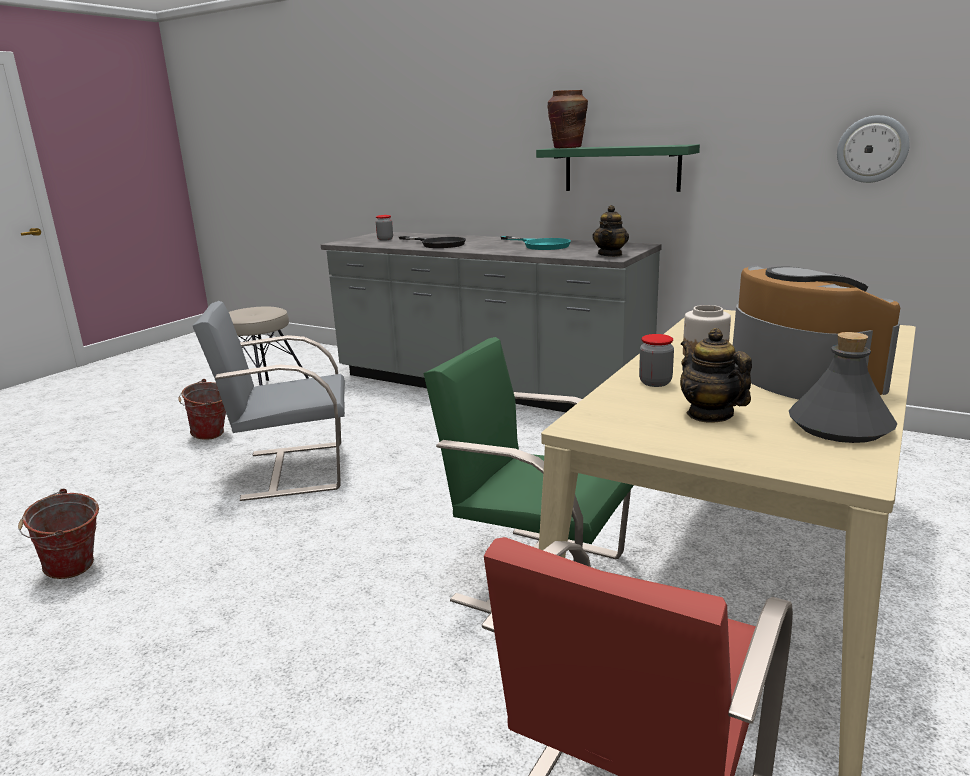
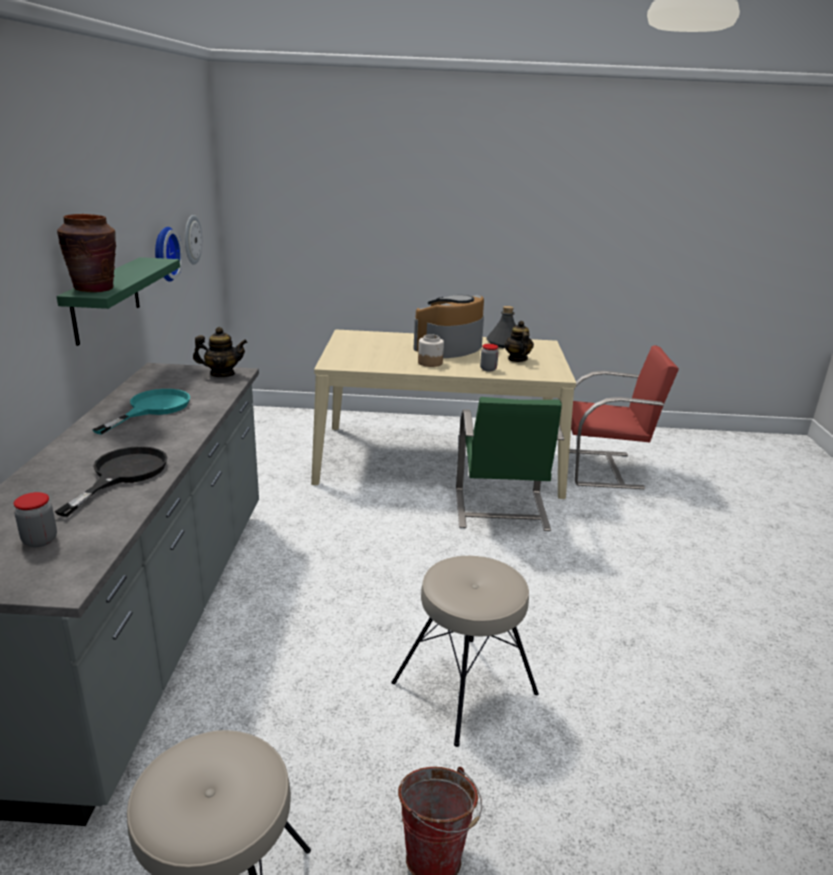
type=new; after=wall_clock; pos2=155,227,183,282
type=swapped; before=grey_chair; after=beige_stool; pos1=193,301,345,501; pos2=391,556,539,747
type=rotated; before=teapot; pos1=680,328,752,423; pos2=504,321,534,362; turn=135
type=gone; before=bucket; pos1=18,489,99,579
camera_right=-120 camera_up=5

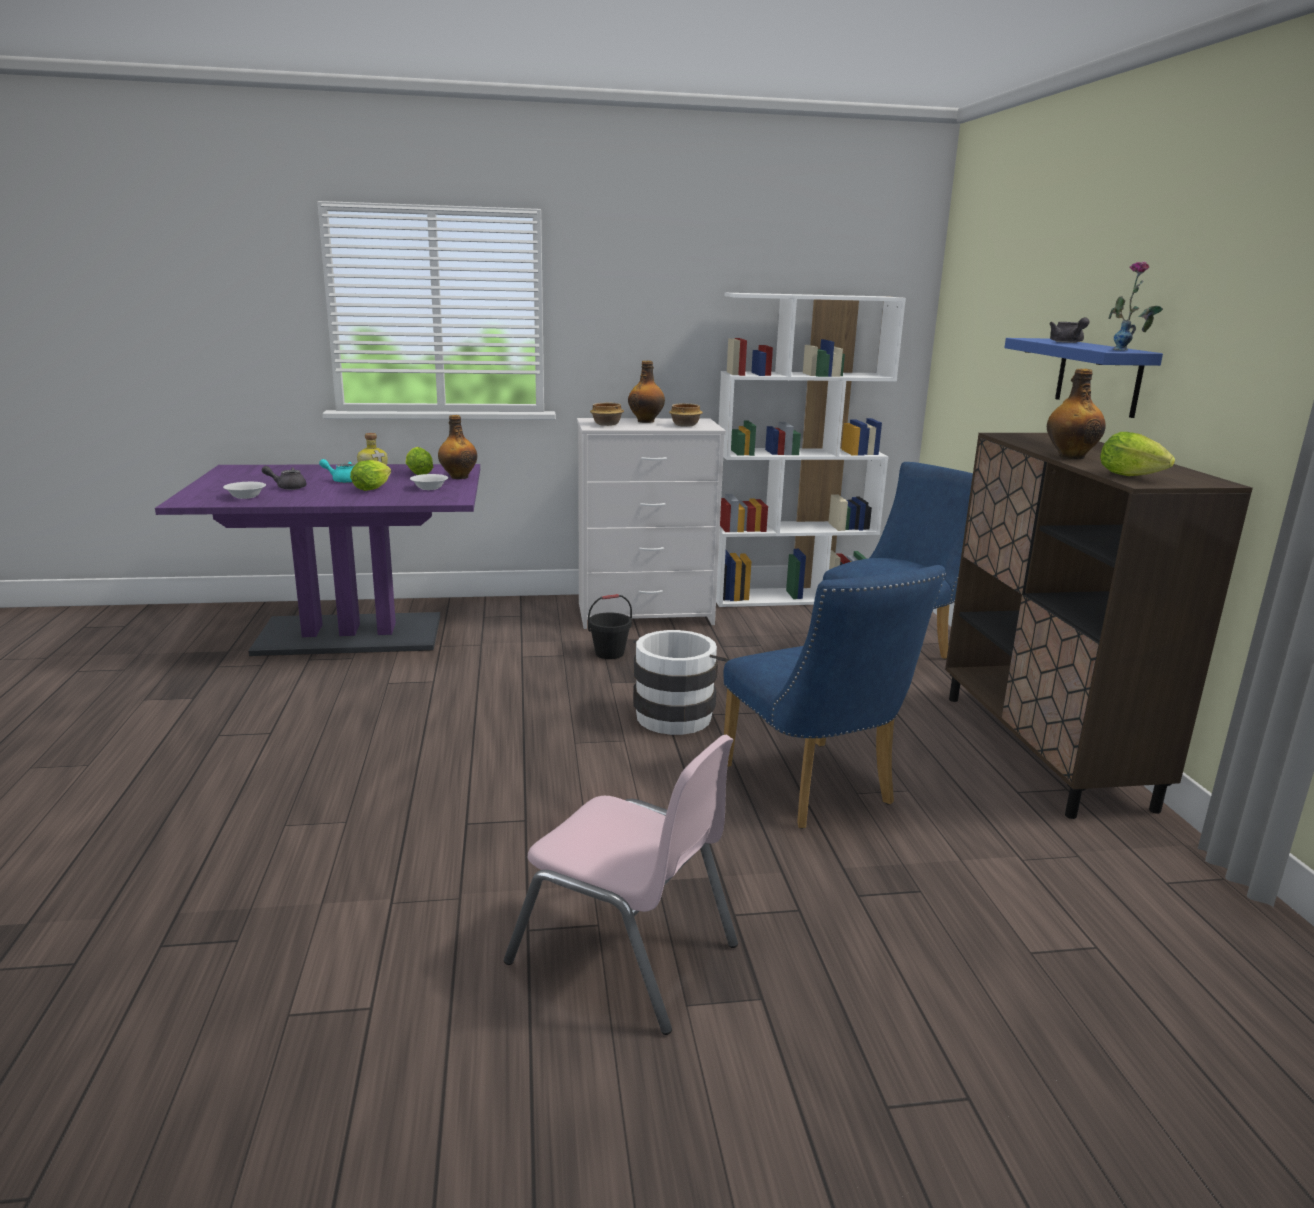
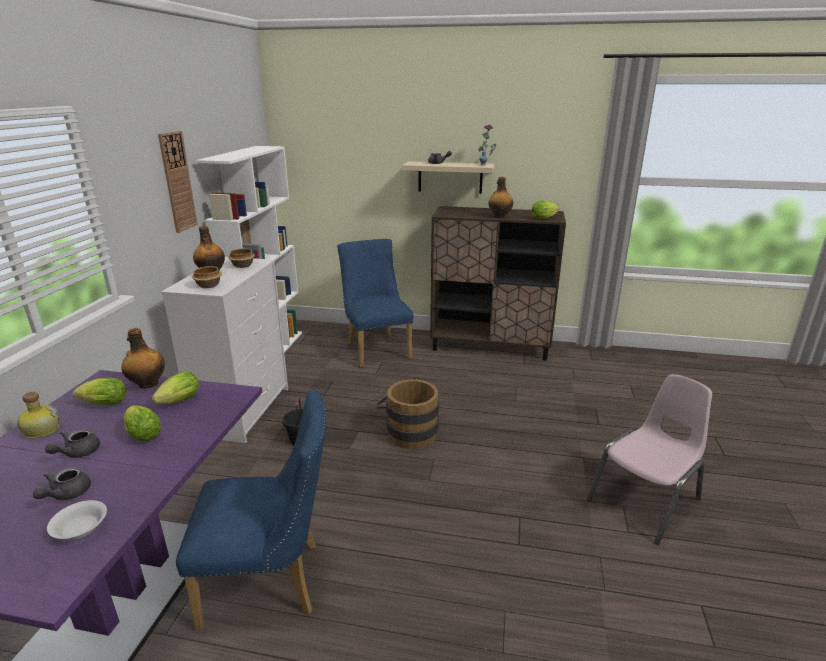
type=repainted; before=turquoise_teapot; after=grey_teapot; pos1=319,459,355,483; pos2=45,429,100,458
type=swapped; before=white_bowl; after=lettuce; pos1=410,474,448,490; pos2=151,371,199,404
type=new; after=wall_clock; pos2=158,131,198,233
type=shifted; before=blue_chair; pos1=723,565,946,829; pos2=176,389,326,631
type=repainted; before=white_bucket; after=brown_bucket; pos1=633,630,729,735; pos2=377,379,439,449
type=repainted; before=blue_shelf; after=beige_shelf; pos1=1004,338,1163,418; pos2=402,161,494,194
camera_right=-70 camera_up=5

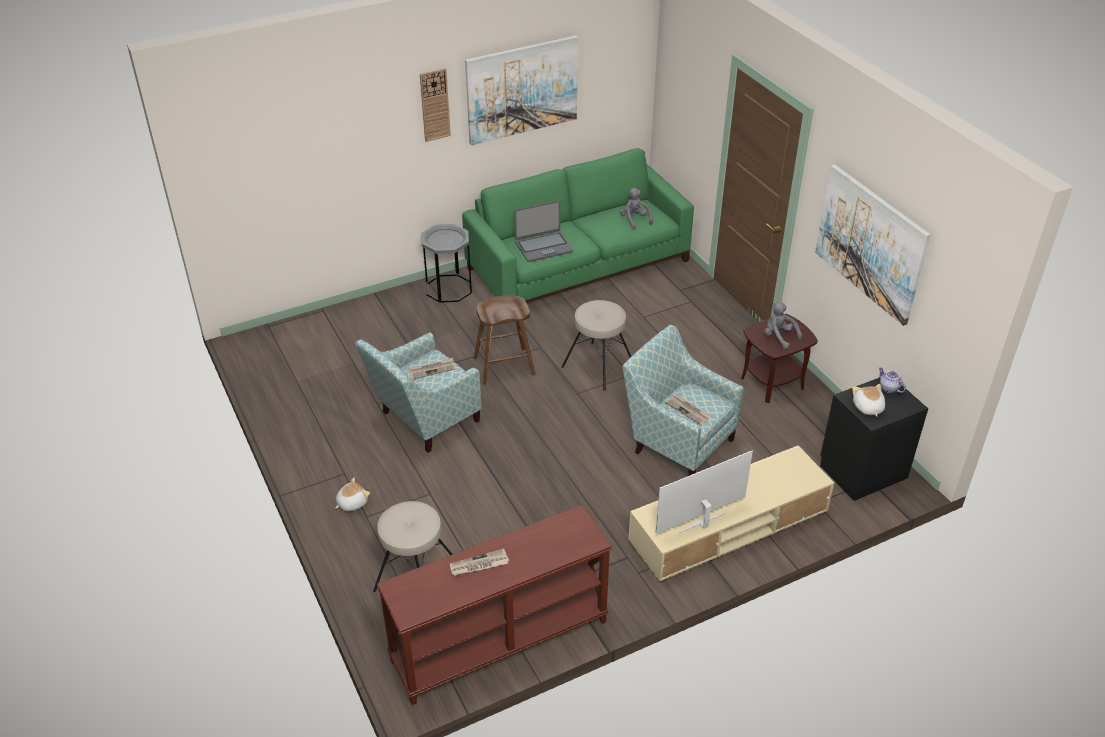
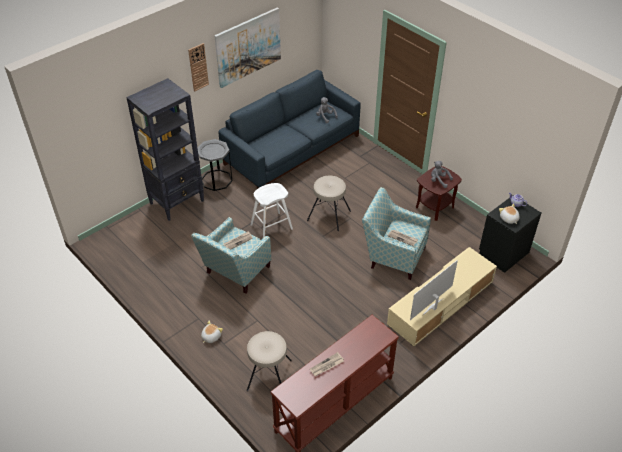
type=new; after=black_bookcase; pos2=126,78,204,221
type=repainted; before=green_sofa; after=blue_sofa; pos1=462,148,694,303; pos2=218,70,361,189
type=repainted; before=brown_stool; after=white_stool; pos1=474,295,536,385; pos2=251,183,293,238
type=gone; before=laptop; pos1=514,200,573,262
type=gone; before=picture; pos1=815,165,930,326
camera_right=-15 camera_up=5

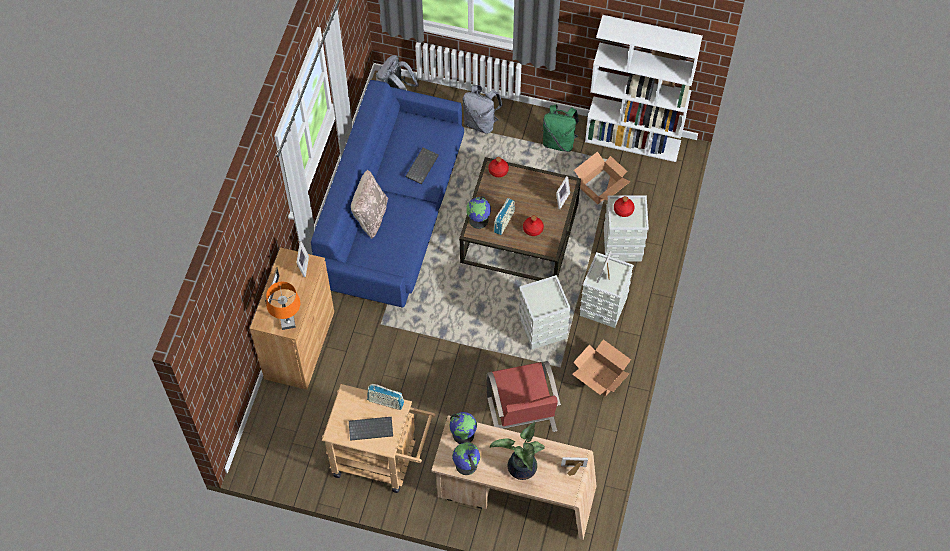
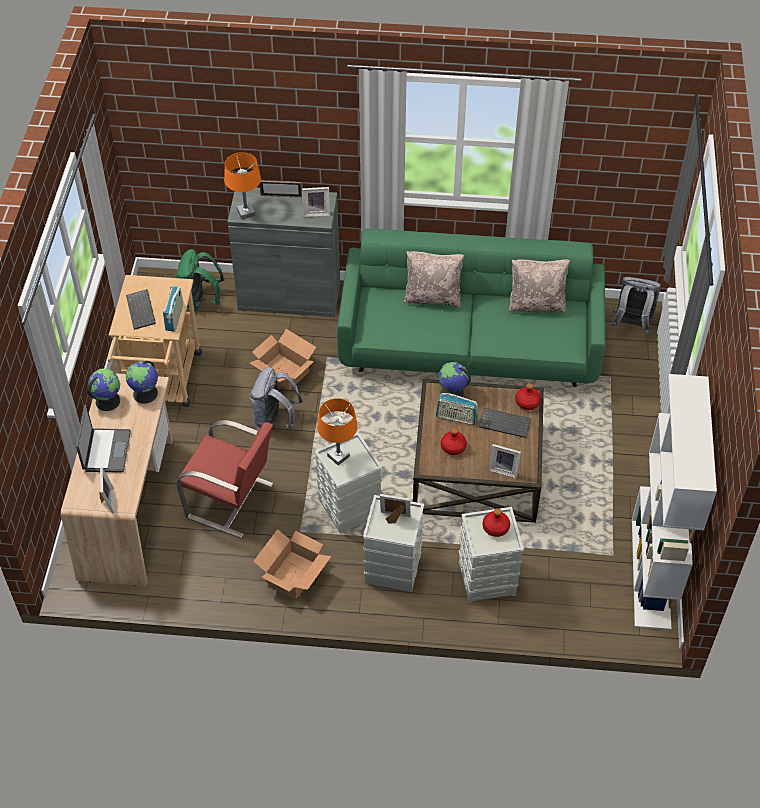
type=swapped; before=potted_plant; after=laptop; pos1=490,422,545,480; pos2=76,405,131,473
type=shifted; before=green_backpack; pos1=542,105,579,152; pos2=175,249,224,312
type=rotated; before=red_chair; pos1=487,361,561,432; pos2=176,420,273,538; turn=-135
type=repainted; before=brown_cabinet; after=grey_cabinet; pos1=250,247,334,390; pos2=228,188,340,317
type=shifted; before=grey_backpack; pos1=463,85,503,134; pos2=249,367,303,430
type=shifted; before=cardboard_box; pos1=574,152,631,204; pos2=250,329,316,390
type=new; after=orange_table_lamp; pos2=317,398,358,465
type=repainted; before=blue_sofa; after=green_sofa; pos1=311,80,464,308; pos2=337,229,606,387
type=shifted; before=keyboard; pos1=406,148,439,184; pos2=479,408,531,438
type=new; after=beige_pillow; pos2=508,259,570,313
camera_right=80 camera_up=-10

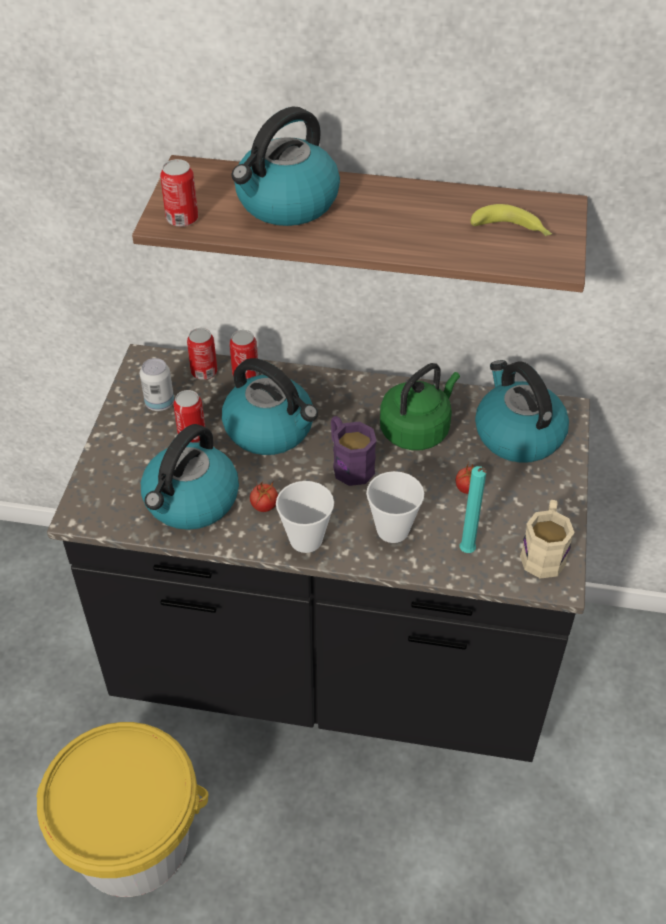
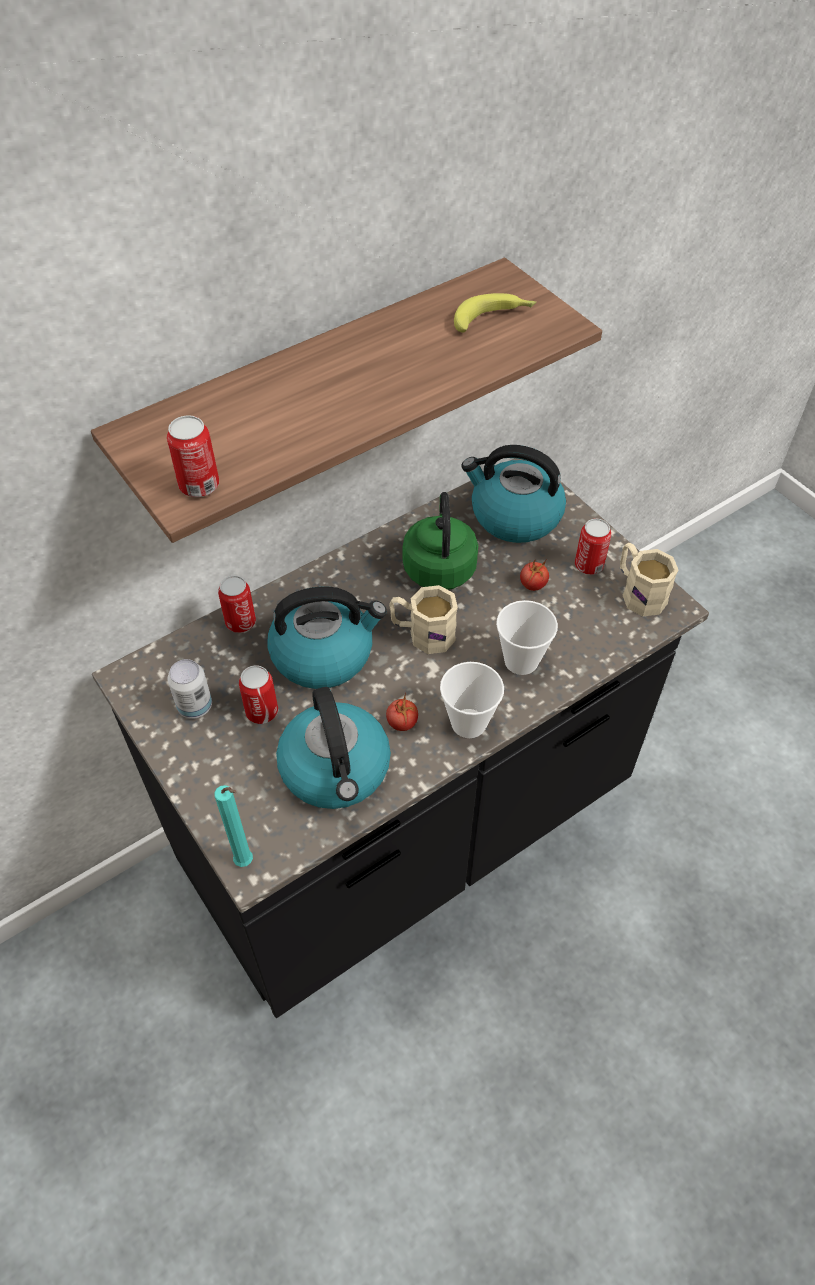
type=shifted; before=turquoise_candle; pos1=460,466,487,553; pos2=214,785,253,867
type=repainted; before=purple_mug; after=beige_mug; pos1=331,416,376,486; pos2=389,585,458,654
type=shifted; before=can; pos1=187,328,217,380; pos2=575,519,611,575
type=gone; before=yellow_bucket; pos1=36,722,208,897
type=gone; before=kettle; pos1=232,107,340,226
camera_right=-45 camera_up=5

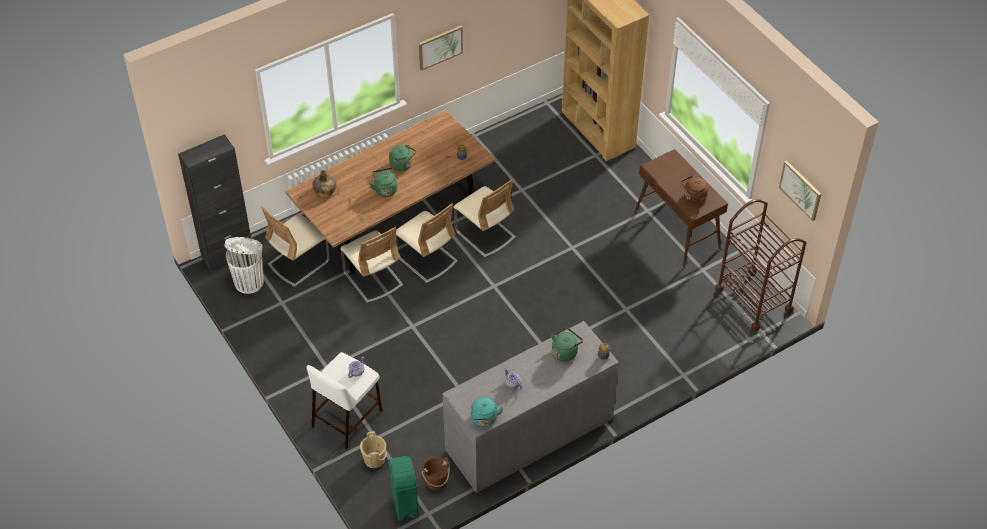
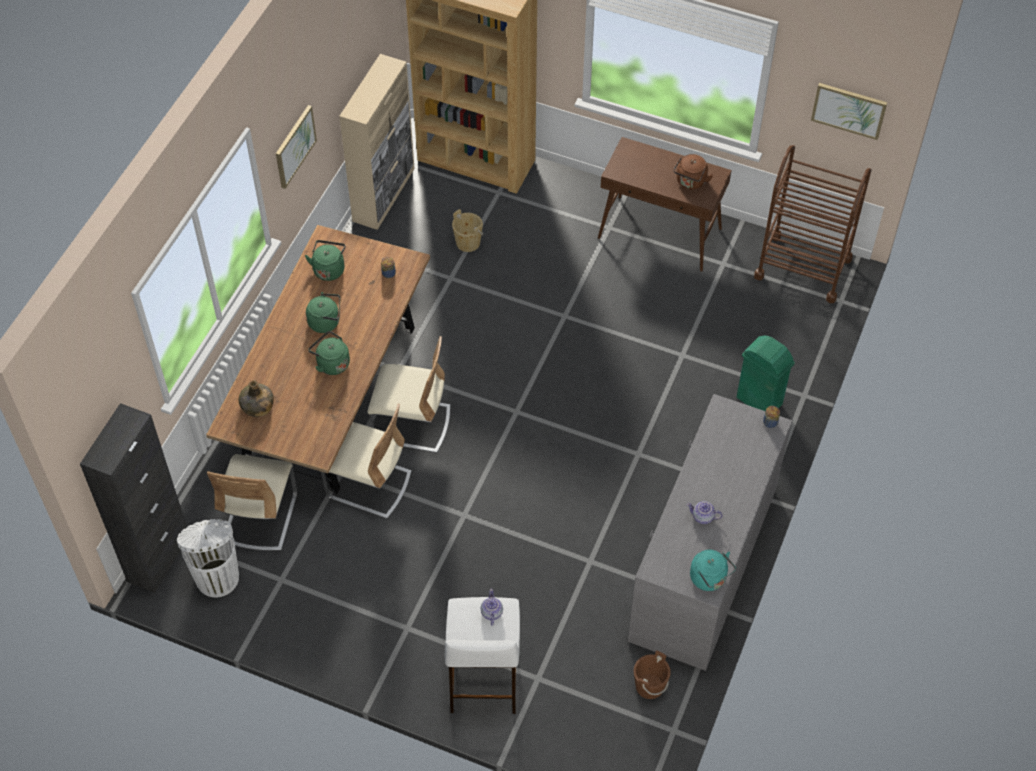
type=shifted; before=green_kettle; pos1=551,327,583,362; pos2=305,240,346,281
type=new; after=beige_cabinet; pos2=339,54,415,230
type=shifted; before=beige_bucket; pos1=360,431,387,468; pos2=452,209,483,252
type=shifted; before=green_trash_can; pos1=388,455,418,521; pos2=737,336,795,411
type=gone; before=beige_chair; pos1=454,178,516,258
camera_right=-35 camera_up=5

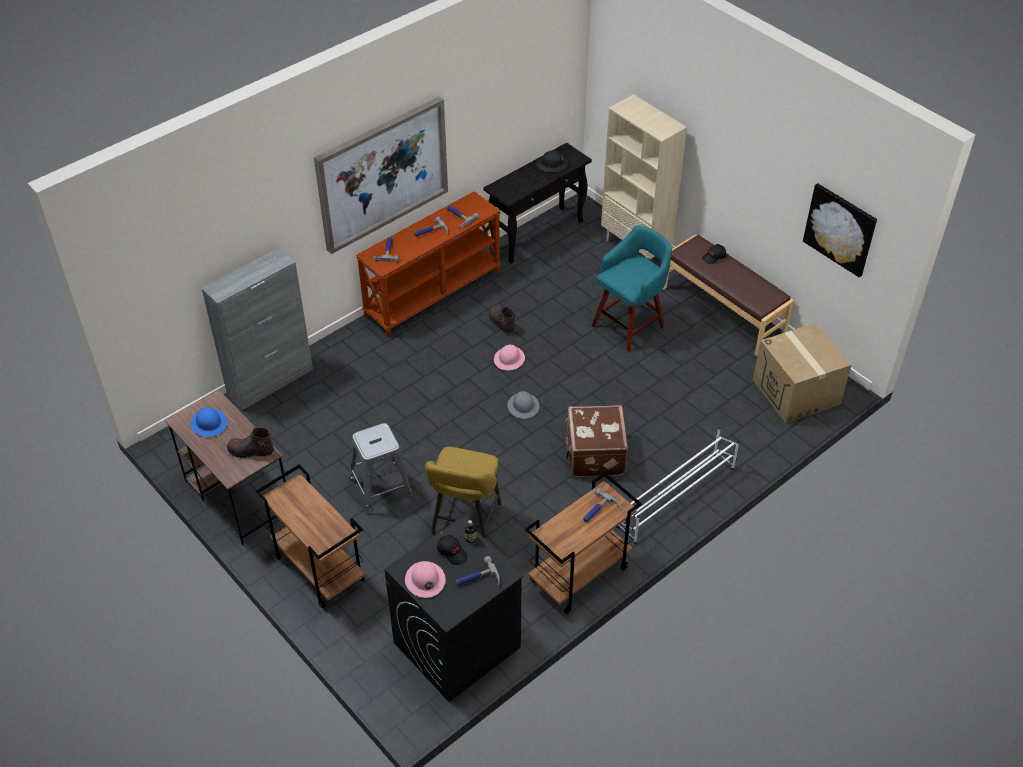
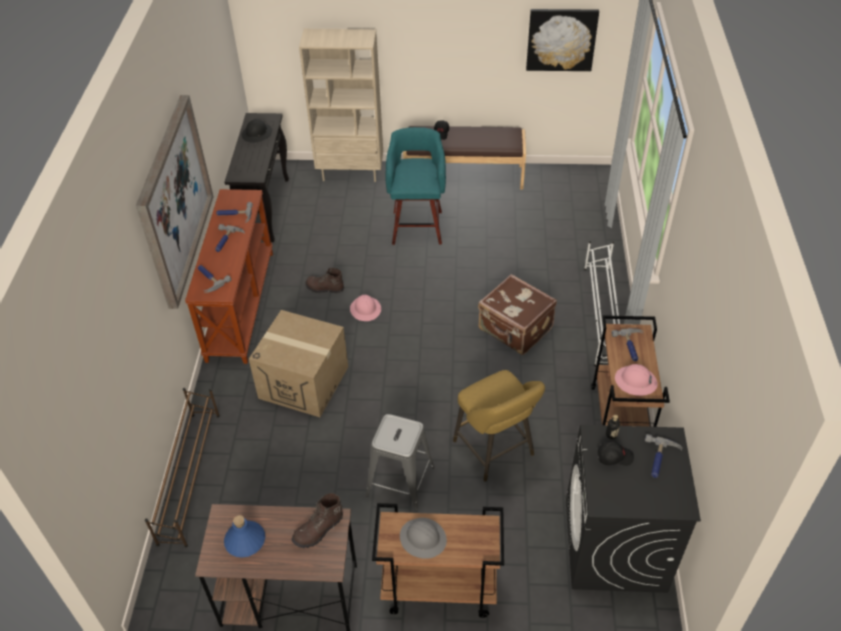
type=swapped; before=grey_cabinet; after=brown_shoe_rack; pos1=202,248,313,410; pos2=145,388,220,547
type=swapped; before=blue_hard_hat; after=blue_bottle; pos1=191,408,227,437; pos2=224,515,265,558
type=shifted; before=cardboard_box; pos1=753,323,852,423; pos2=249,310,348,417
type=shifted; before=grey_hard_hat; pos1=508,391,539,419; pos2=400,518,447,559
type=shifted; before=pink_hard_hat; pos1=405,561,446,598; pos2=615,364,658,396
camera_right=-45 camera_up=0

